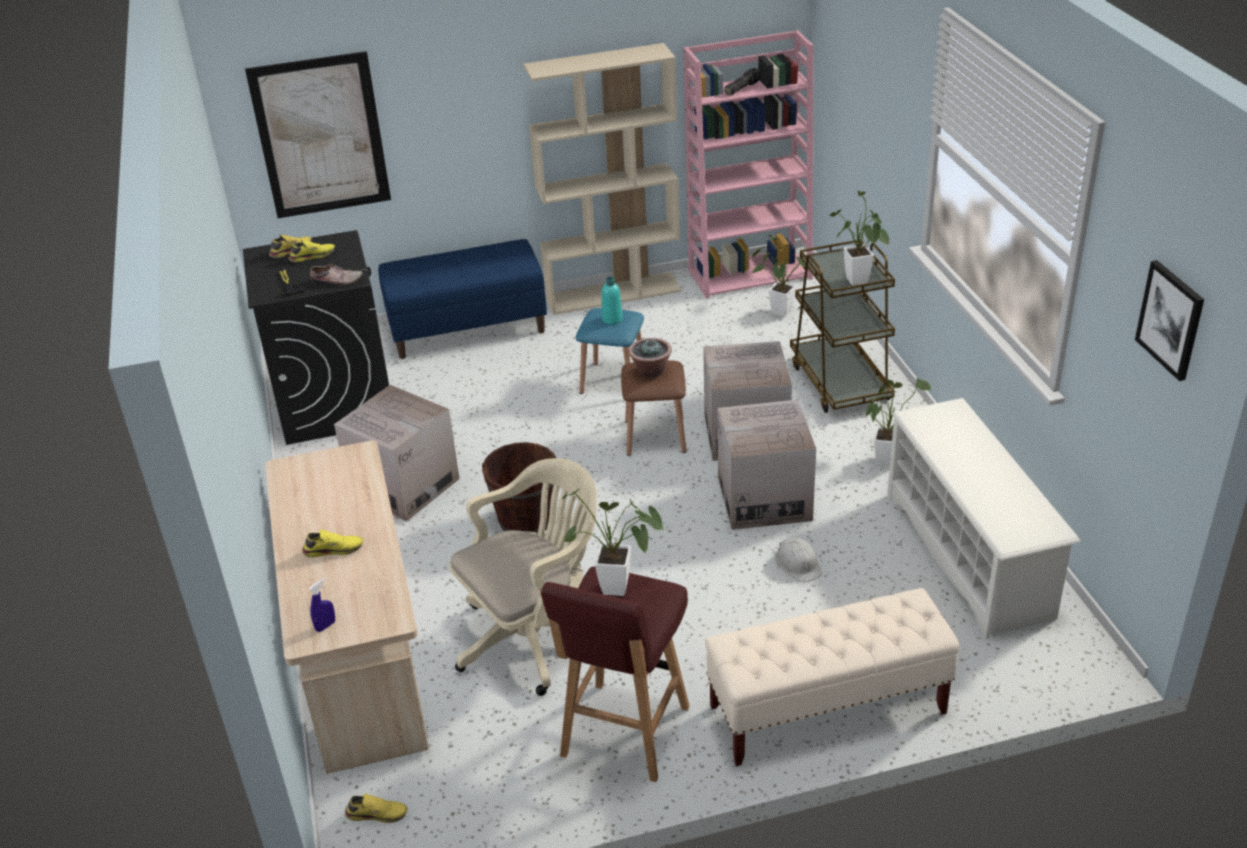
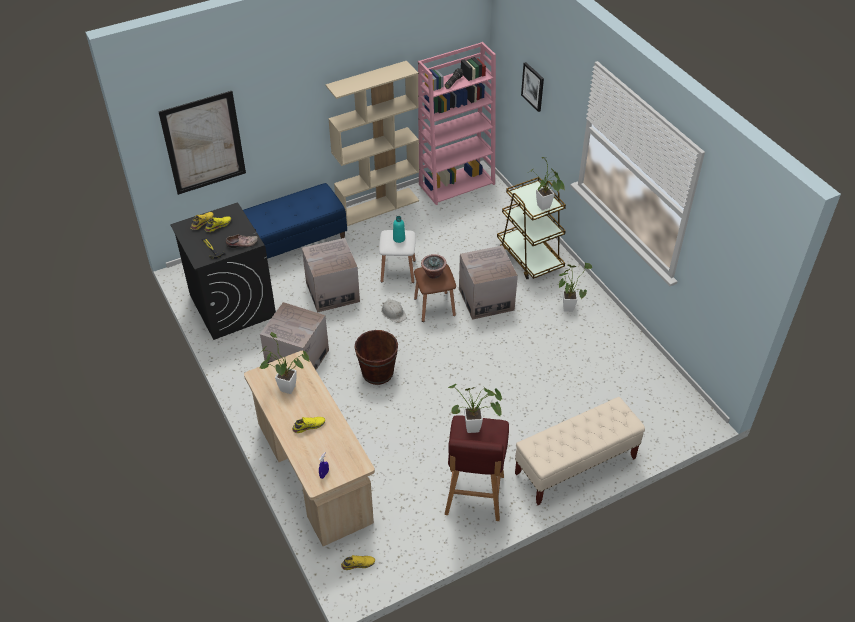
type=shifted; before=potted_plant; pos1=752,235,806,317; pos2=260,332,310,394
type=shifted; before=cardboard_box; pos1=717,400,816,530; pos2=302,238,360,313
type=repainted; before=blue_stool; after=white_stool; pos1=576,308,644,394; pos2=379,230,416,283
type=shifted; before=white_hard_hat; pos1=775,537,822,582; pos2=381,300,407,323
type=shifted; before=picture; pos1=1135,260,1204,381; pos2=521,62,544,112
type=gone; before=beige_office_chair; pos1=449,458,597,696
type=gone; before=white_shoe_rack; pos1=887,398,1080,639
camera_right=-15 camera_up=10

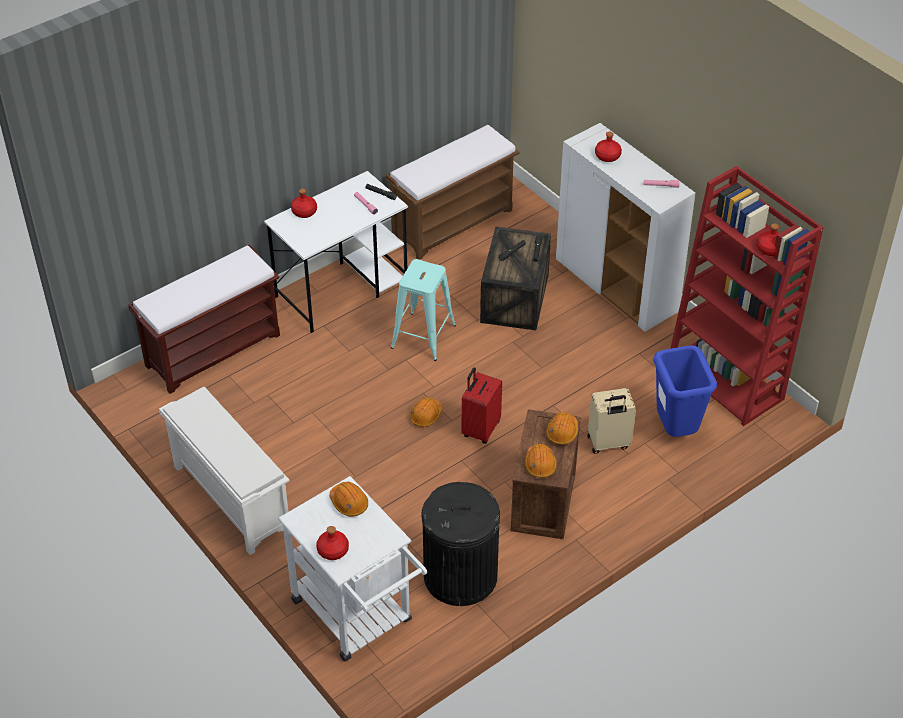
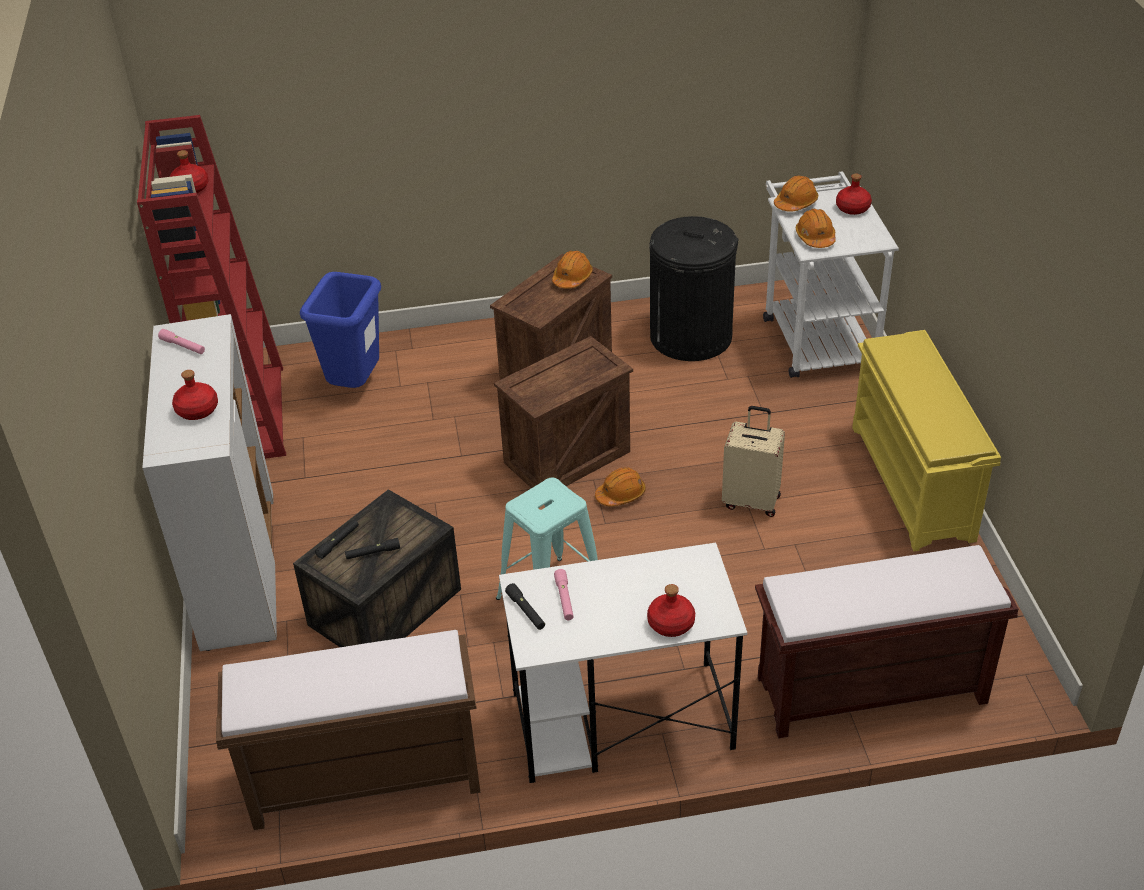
type=swapped; before=red_suitcase; after=crate; pos1=462,367,502,444; pos2=494,336,633,488
type=shifted; before=beige_suitcase; pos1=587,388,636,454; pos2=722,406,785,517
type=shifted; before=orange_hard_hat; pos1=546,412,578,445; pos2=774,175,818,212
type=repainted; before=white_shoe_rack; after=yellow_shoe_rack; pos1=159,387,289,555; pos2=852,330,1001,552
camera_right=-150 camera_up=-5

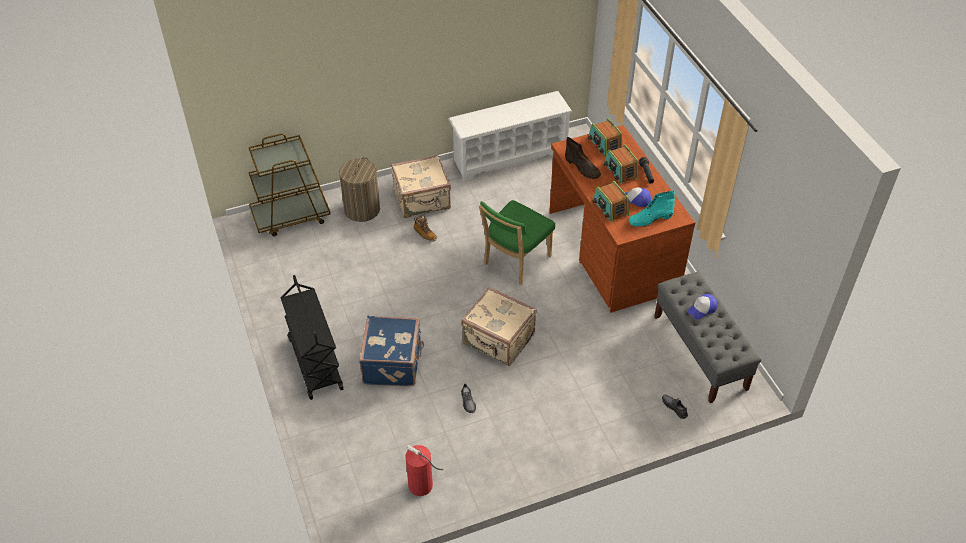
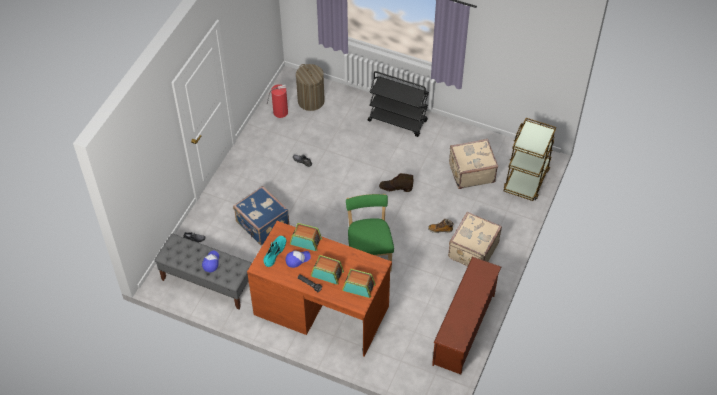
type=shifted; before=blue_suitcase; pos1=359,316,424,386; pos2=233,186,290,246
type=shifted; before=laundry_basket; pos1=339,157,380,222; pos2=296,64,325,111
type=shifted; before=brown_boot; pos1=565,137,601,179; pos2=379,173,413,192
type=repainted; before=white_shoe_rack; after=brown_shoe_rack; pos1=448,91,572,181; pos2=432,257,501,374
type=shifted; before=beige_suitcase; pos1=461,287,537,366; pos2=449,139,498,189
camera_right=135 camera_up=5

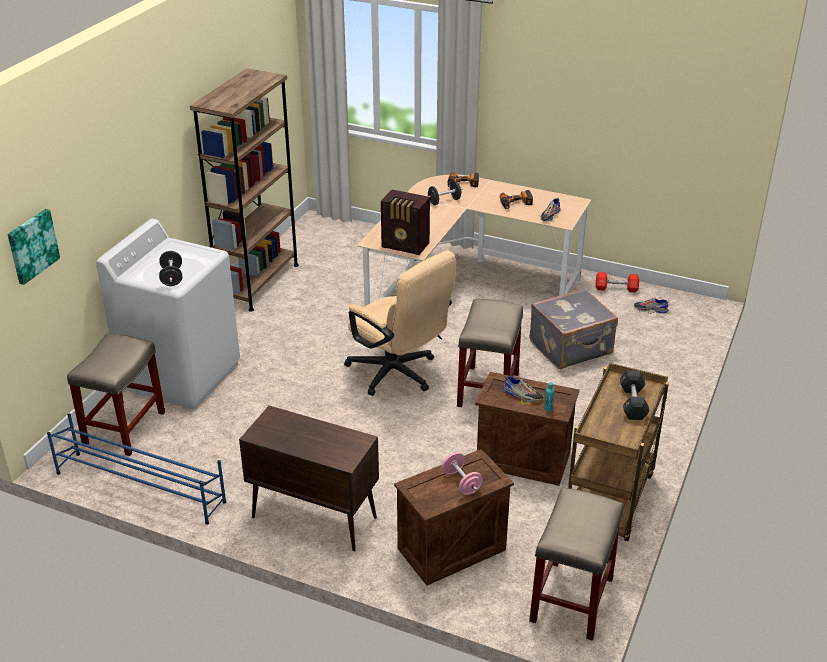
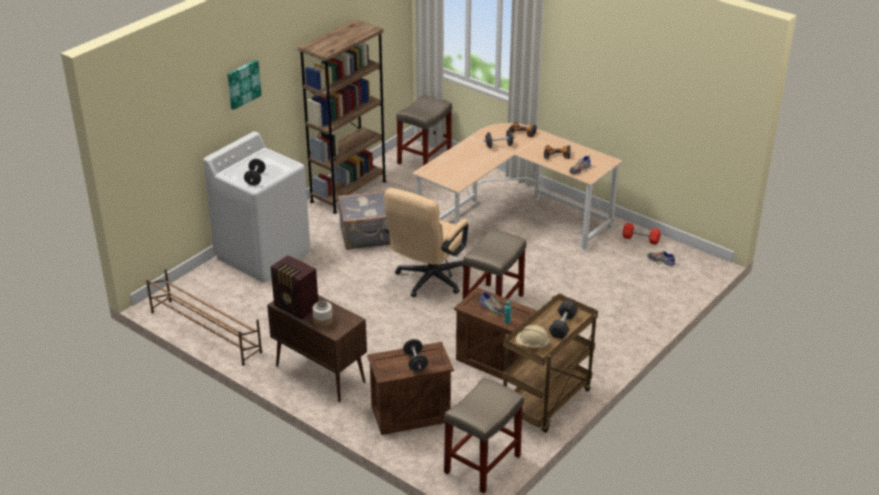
type=repainted; before=blue_shoe_rack; after=brown_shoe_rack; pos1=47,414,226,525; pos2=146,269,262,366
type=shifted; before=picture; pos1=7,209,60,285; pos2=227,60,262,110
type=shifted; before=radio; pos1=381,189,430,255; pos2=271,255,318,319
type=new; after=jar; pos2=312,301,333,327
type=shifted; before=grey_suitcase; pos1=530,288,618,369; pos2=338,191,390,250
type=rotated; before=beige_office_chair; pos1=344,251,456,396; pos2=384,188,468,297; turn=60
type=shifted; before=beige_stool; pos1=67,333,165,456; pos2=396,95,452,166
type=repainted; before=pink_dumbbell; after=black_dumbbell; pos1=442,452,483,495; pos2=403,339,428,371
type=new; after=beige_hard_hat; pos2=516,325,550,348
camera_right=15 camera_up=0

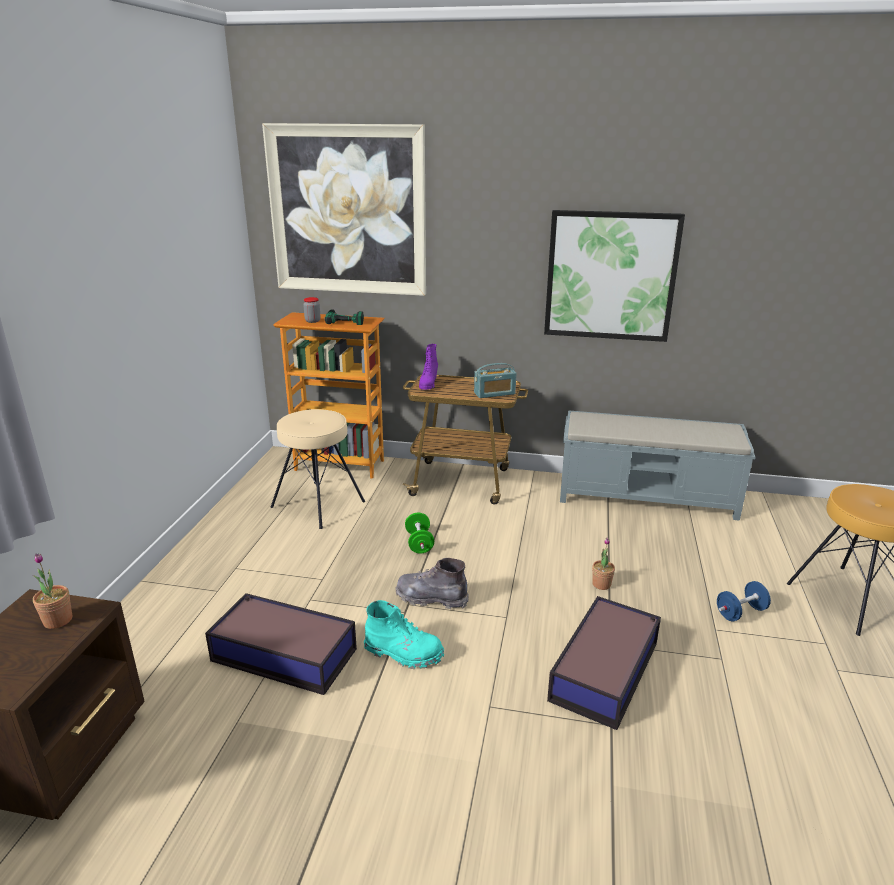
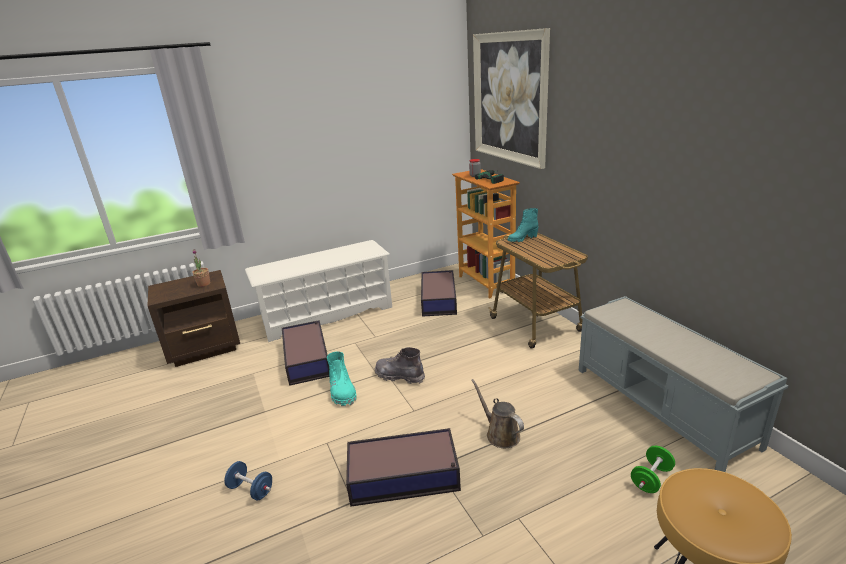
type=shifted; before=blue_dumbbell; pos1=717,581,771,621; pos2=224,461,272,500
type=new; after=white_shoe_rack; pos2=245,240,392,342
type=rotated; before=grey_boot; pos1=395,558,469,609; pos2=375,347,425,384; turn=-45
type=swapped; before=beige_stool; after=storage_box; pos1=270,409,365,529; pos2=421,270,457,317
type=swapped; before=potted_plant; after=brown_watering_can; pos1=592,538,615,590; pos2=471,379,524,448
type=repainted; before=purple_boot; after=turquoise_boot; pos1=419,344,438,390; pos2=508,208,538,242
type=shifted; before=green_dumbbell; pos1=405,513,434,553; pos2=631,446,675,493
type=gone; before=radio; pos1=474,363,516,398
type=gone; before=picture; pos1=544,210,685,342
camera_right=55 camera_up=0

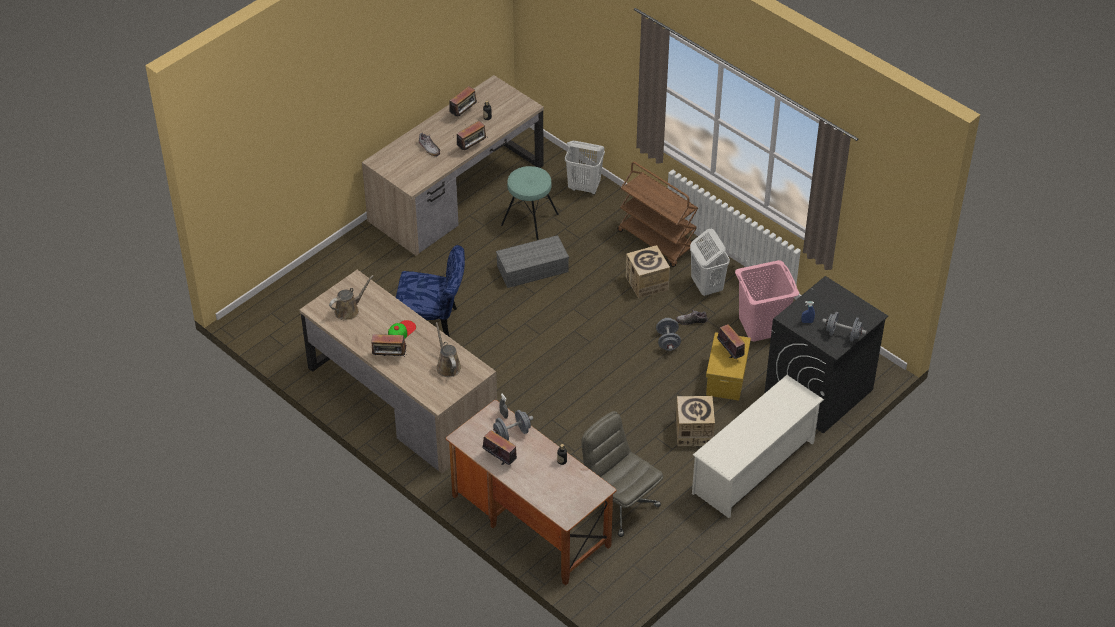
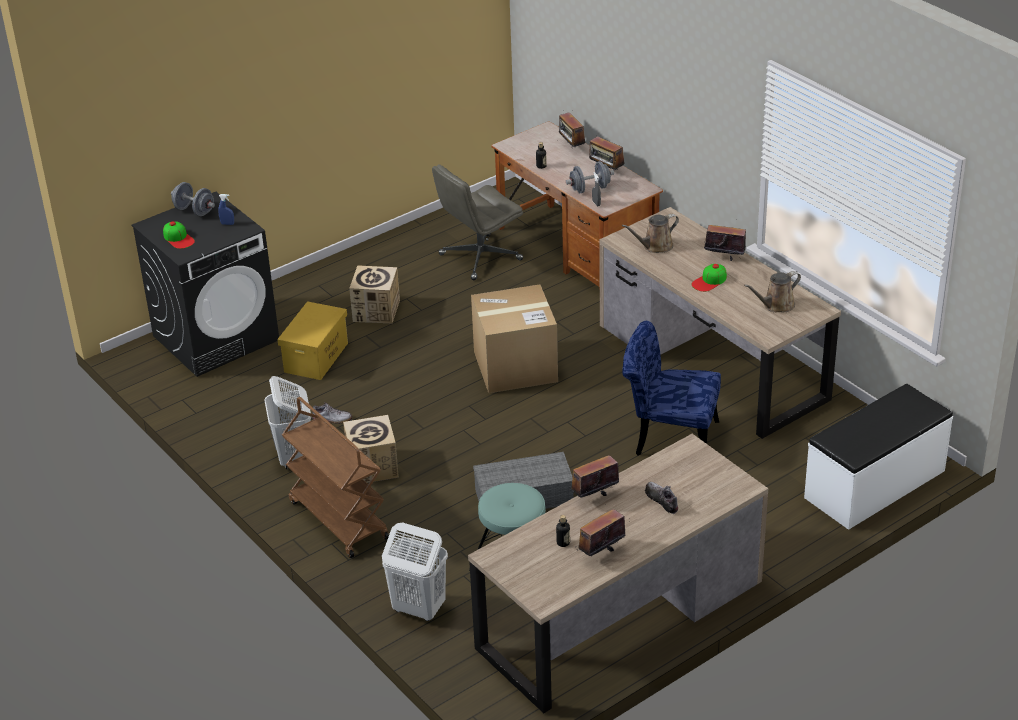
type=new; after=cap; pos2=163,221,195,249
type=rotated; before=grey_office_chair; pos1=581,411,663,537; pos2=432,164,523,280; turn=90
type=new; after=cardboard_box; pos2=471,284,558,393
type=shifted; before=radio; pos1=717,324,745,359; pos2=559,112,585,147
type=rotated; before=brown_watering_can; pos1=436,322,461,377; pos2=622,214,679,253; turn=75
type=new; after=white_bench; pos2=804,384,953,530
type=gone; before=grey_dumbbell; pos1=656,318,681,351
type=gone; before=white_shoe_rack; pos1=692,375,824,518
type=gone; before=pink_laundry_basket; pos1=735,260,799,341
camera_right=-170 camera_up=-10

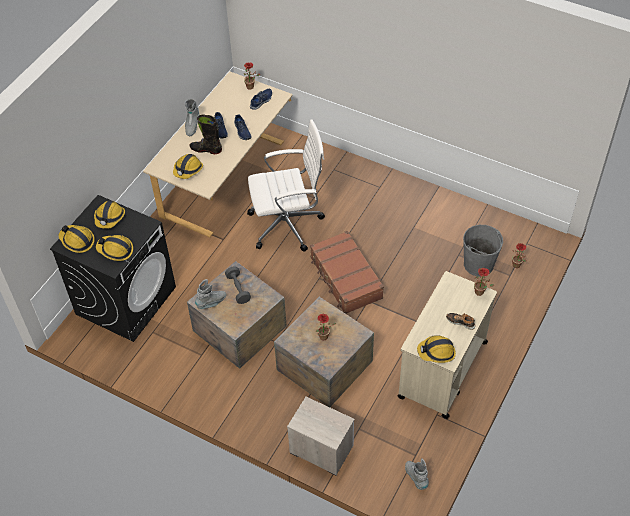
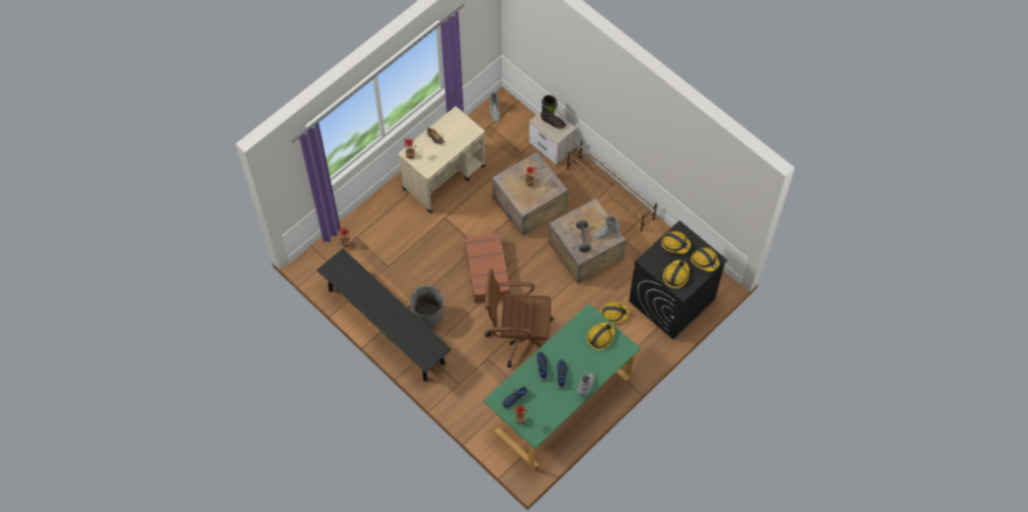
type=new; after=black_bench; pos2=317,248,451,381
type=shifted; before=grey_bucket; pos1=463,225,503,277; pos2=410,285,444,328
type=repainted; before=beige_desk; after=green_desk; pos1=143,71,293,237; pos2=483,303,640,470
type=repainted; before=white_office_chair; after=brown_office_chair; pos1=247,119,325,251; pos2=485,268,554,368
type=shifted; before=black_boot; pos1=190,114,222,154; pos2=541,95,566,129
type=new; after=brown_shoe_rack; pos2=567,141,657,231
type=shifted; before=hard_hat; pos1=417,335,456,363; pos2=601,302,629,323
camera_right=-165 camera_up=10

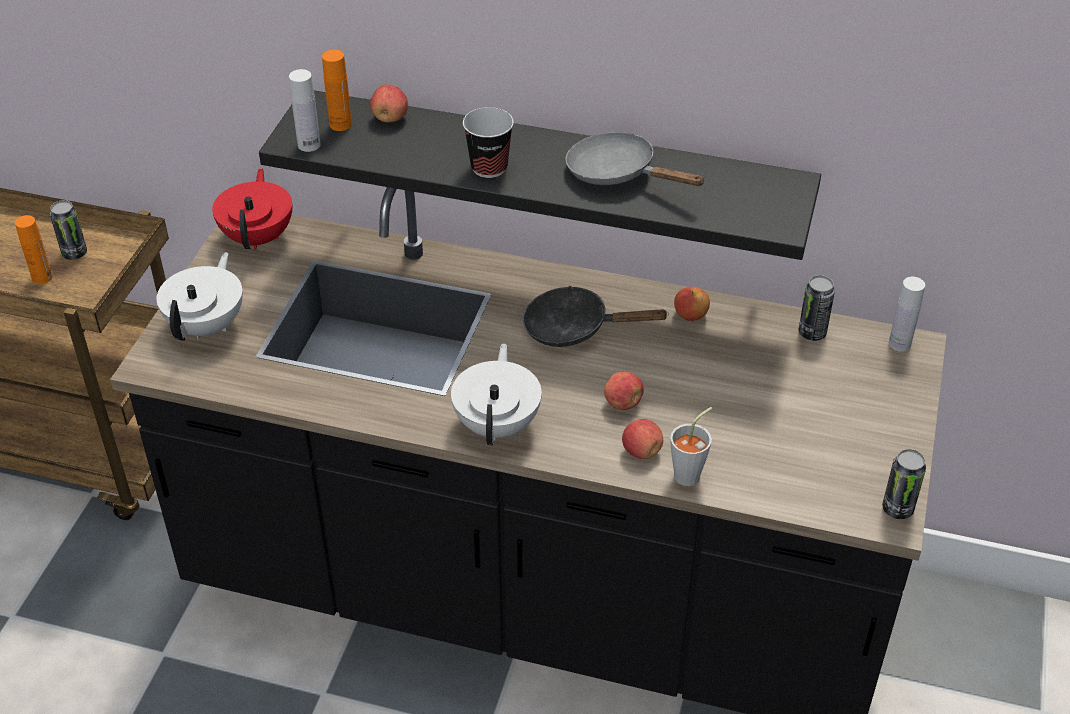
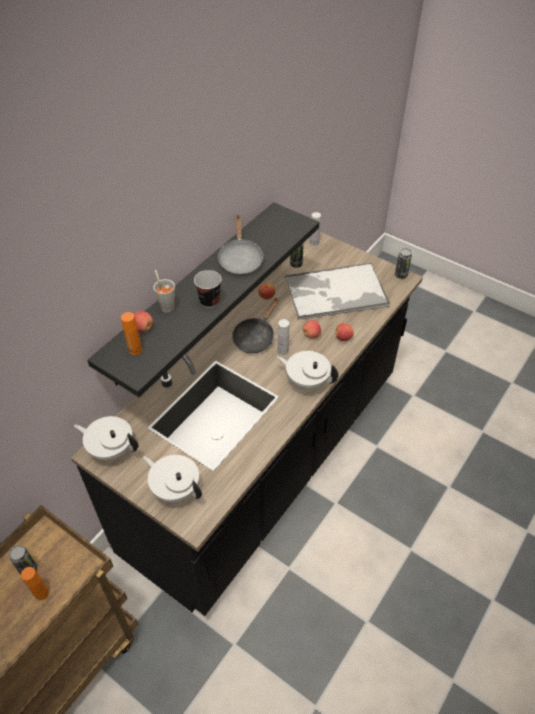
type=repainted; before=red_teapot; after=white_teapot; pos1=212,168,292,250; pos2=74,416,139,461
type=shifted; before=grey_cup; pos1=670,407,712,486; pos2=153,270,175,313
type=rotated; before=grey_frying_pan; pos1=565,132,706,186; pos2=217,215,264,275; turn=-60
type=shifted; before=white_bottle; pos1=289,69,321,152; pos2=278,319,289,355
type=new; after=tray; pos2=285,263,390,320
camera_right=-70 camera_up=5

